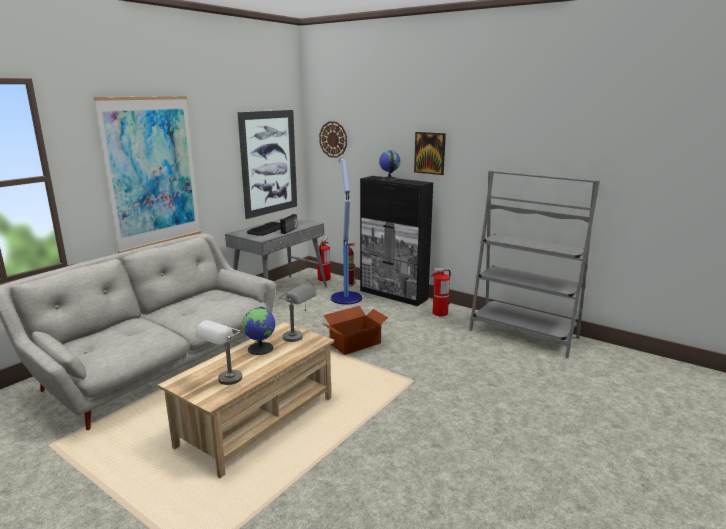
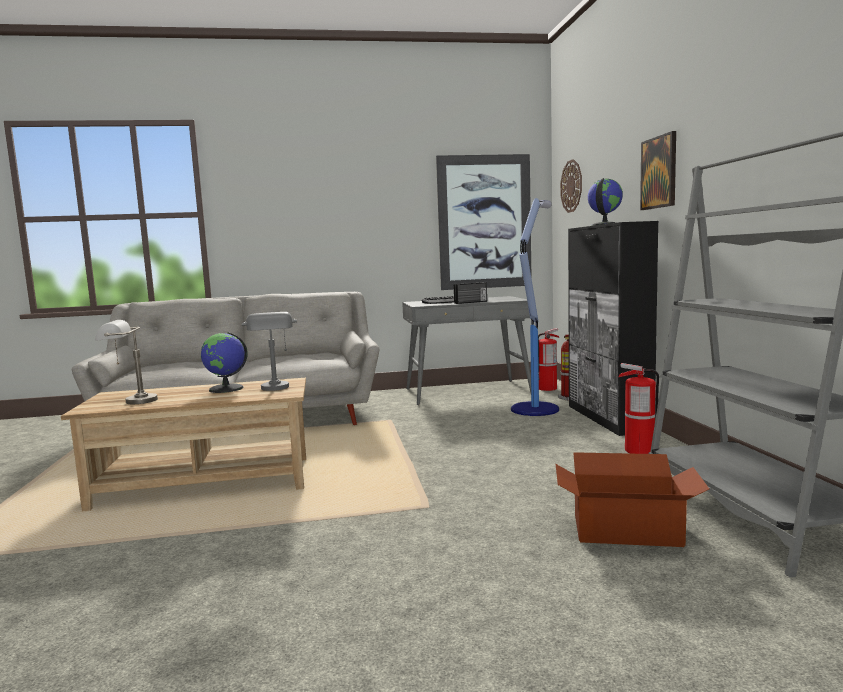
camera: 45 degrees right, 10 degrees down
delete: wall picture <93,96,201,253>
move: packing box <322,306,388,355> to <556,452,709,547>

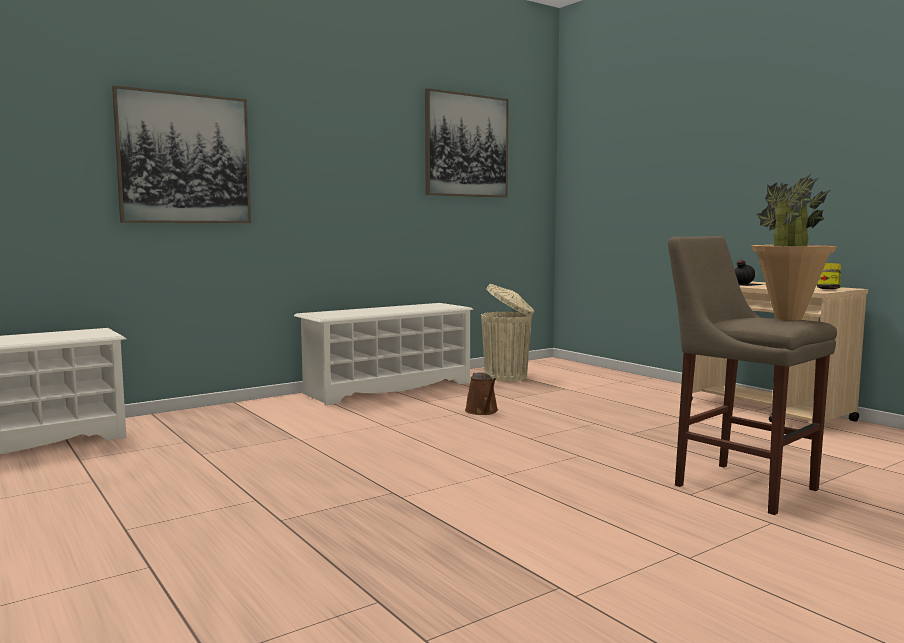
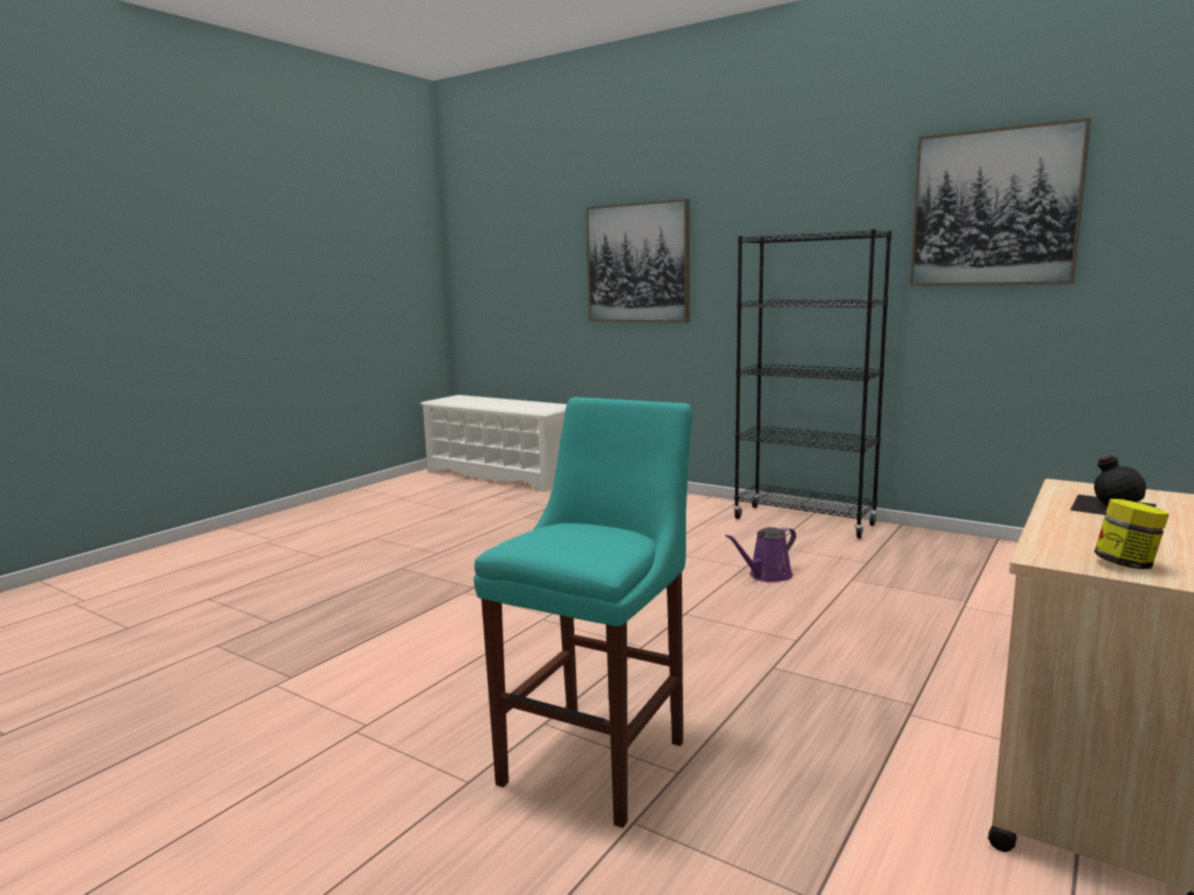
camera: 70 degrees right, 5 degrees up
delete: beige-coloured waste bin <481,284,534,381>; plant in a pot <751,173,837,321>
replace: white shoe rack <294,303,474,405> to blackish shelving unit <733,229,892,539>
recolor: brownish watering pot <465,372,498,415> to purple watering pot <725,527,796,582>; beige-coloured stool <668,236,837,515> to blue-green stool <474,397,692,828>

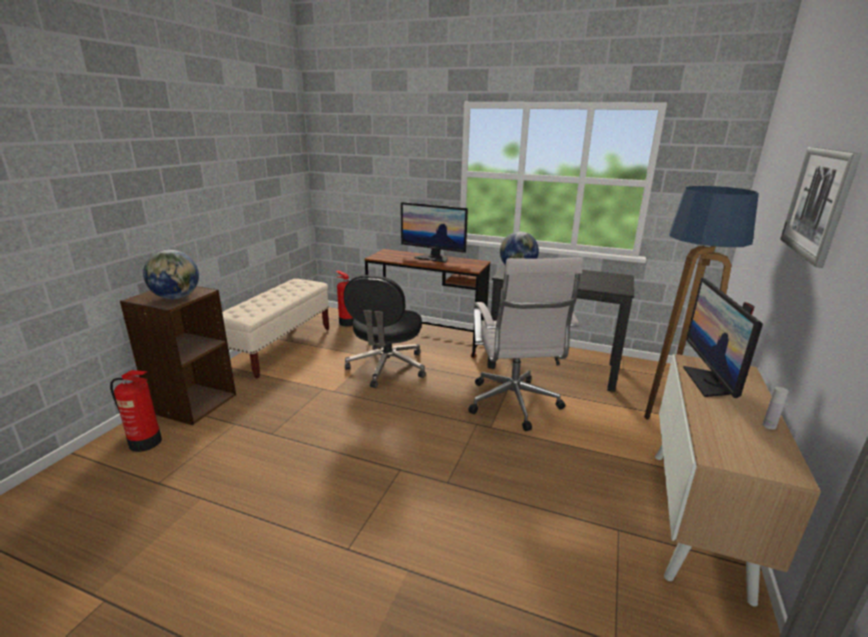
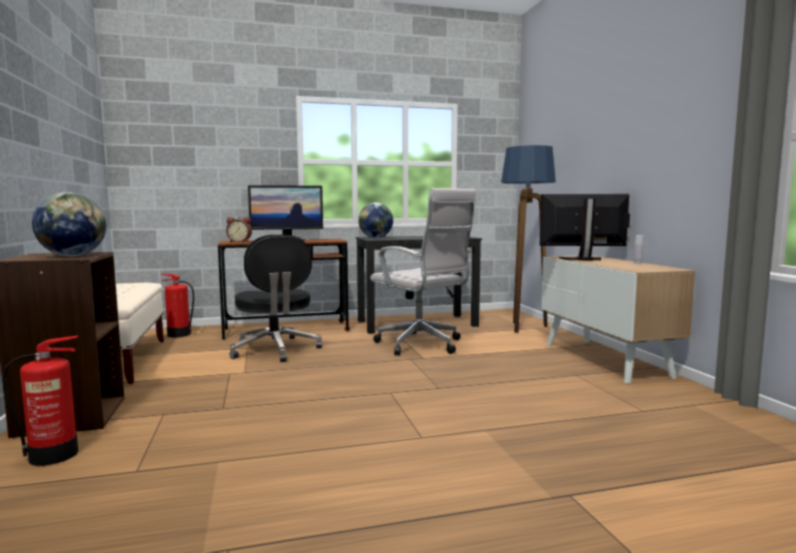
camera: 35 degrees left, 15 degrees down
delete: wall picture <780,147,861,268>
insert: bedside clock <226,217,252,242>
rotate: computer screen <683,278,763,398> = <539,194,630,261> 120 degrees clockwise

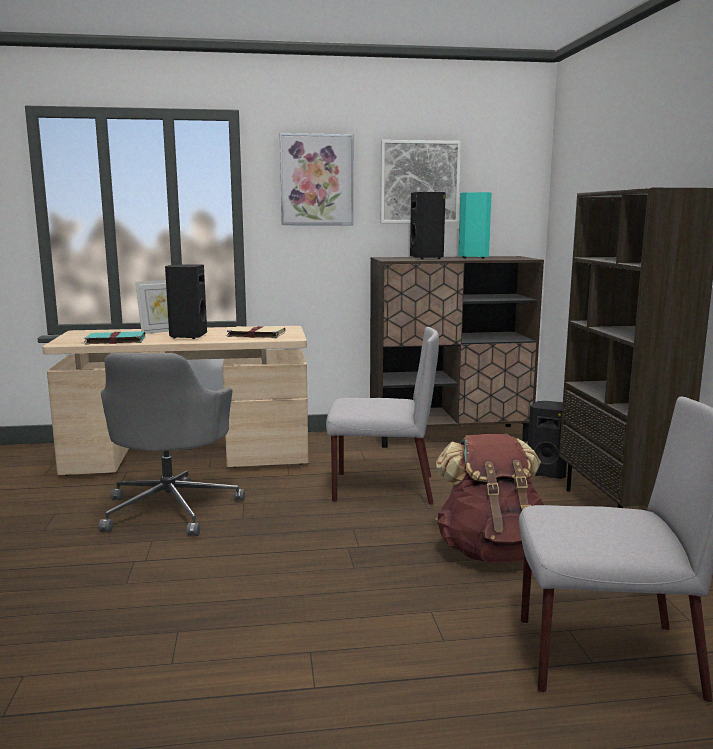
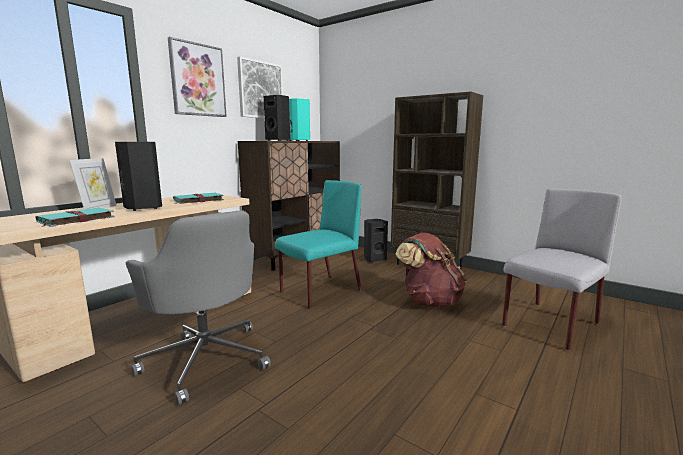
camera: 45 degrees left, 0 degrees up
recolor: beige-coloured volume <226,326,286,338> to blue-green volume <173,193,224,204>; gray upright chair <326,327,439,505> to blue-green upright chair <275,180,361,309>

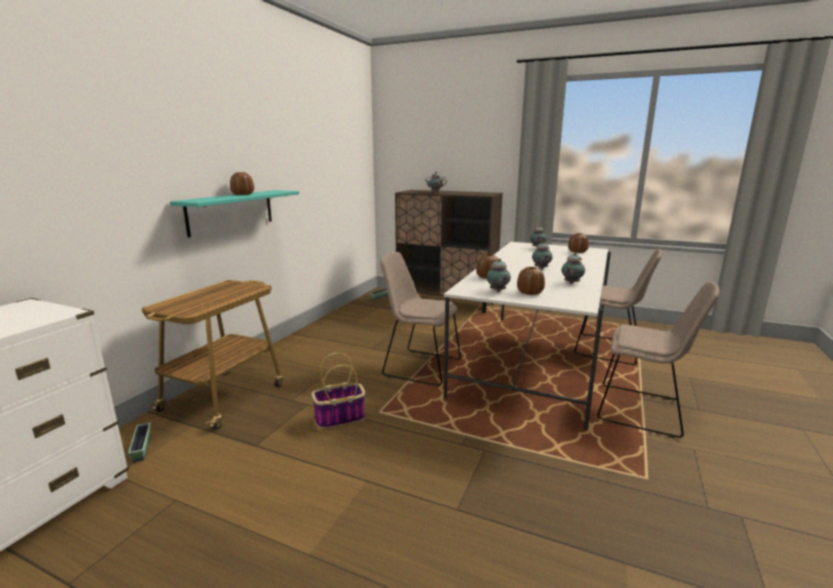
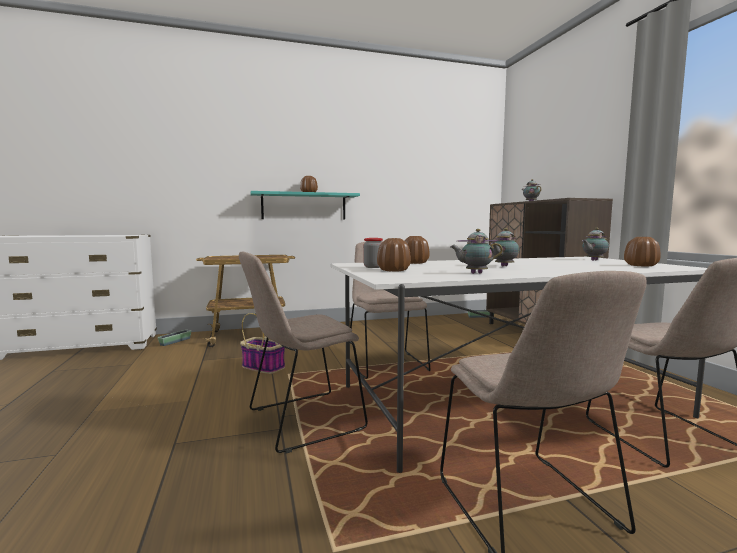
camera: 50 degrees right, 10 degrees down
insert: beige-coloured upright chair <239,252,368,453>
replace: teapot <487,259,511,292> to preserve jar <363,238,383,268>

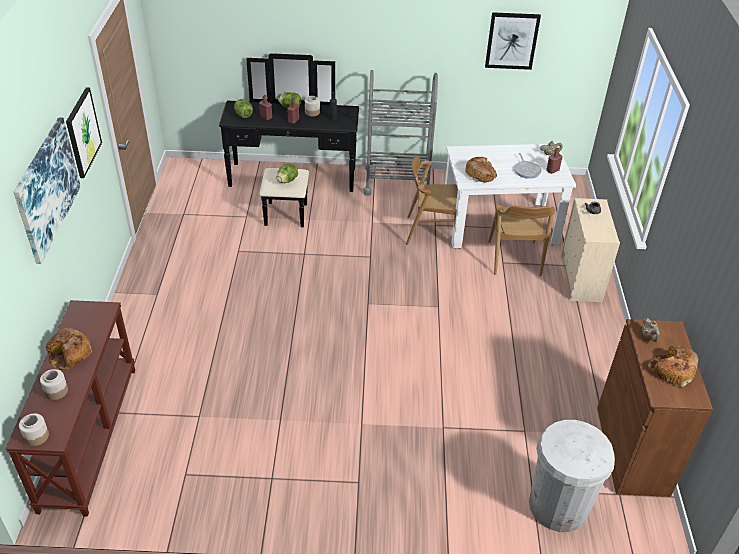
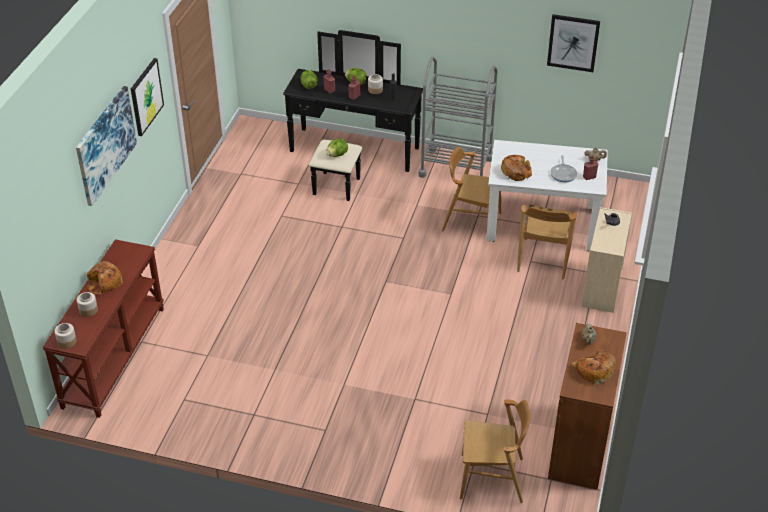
camera: 15 degrees right, 0 degrees up
replace: white waste bin <529,420,615,532> to brownish upright chair <460,400,530,503>

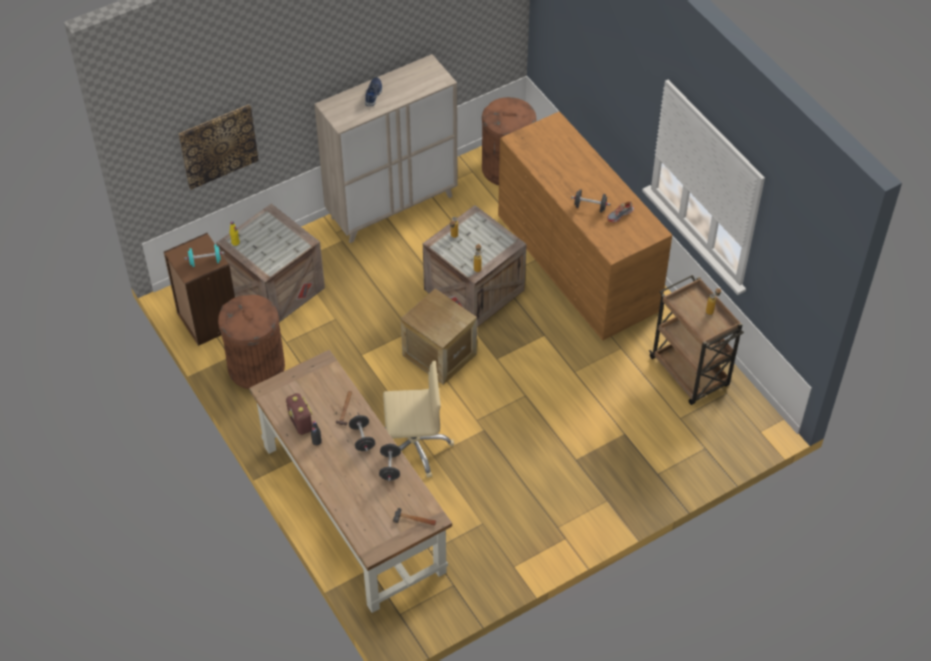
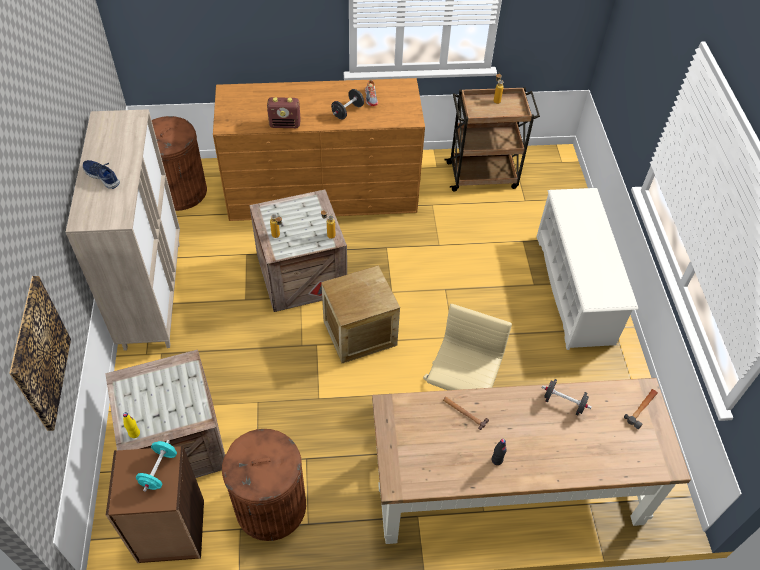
camera: 65 degrees left, 0 degrees up
delete: blackish free weight <349,415,375,451>
insert: white shoe rack <536,188,638,350>
move: radio receiver <286,393,313,435> to <267,97,301,128>

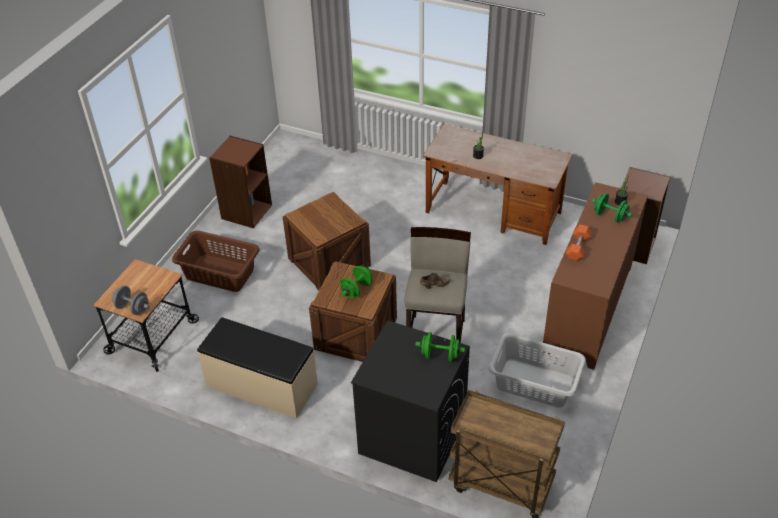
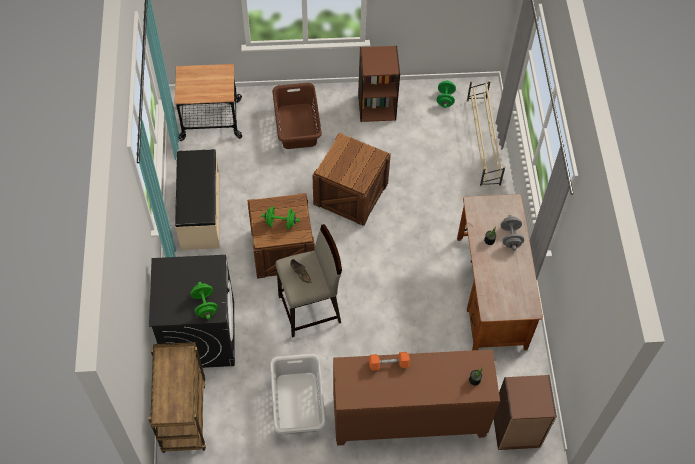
camera: 60 degrees right, 15 degrees up
insert: beige-coloured shoe rack <467,80,505,187>
move: gray free weight <112,286,150,315> to <501,215,524,250>; green-coloured free weight <592,193,632,222> to <437,80,456,108>

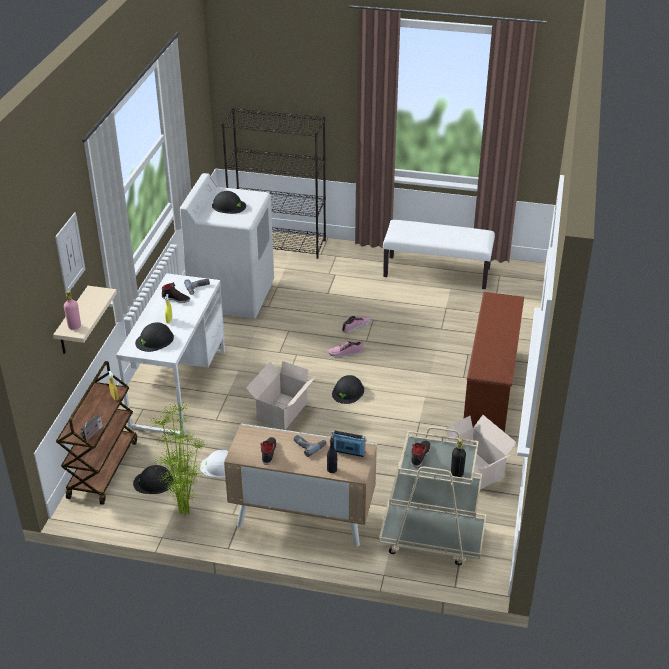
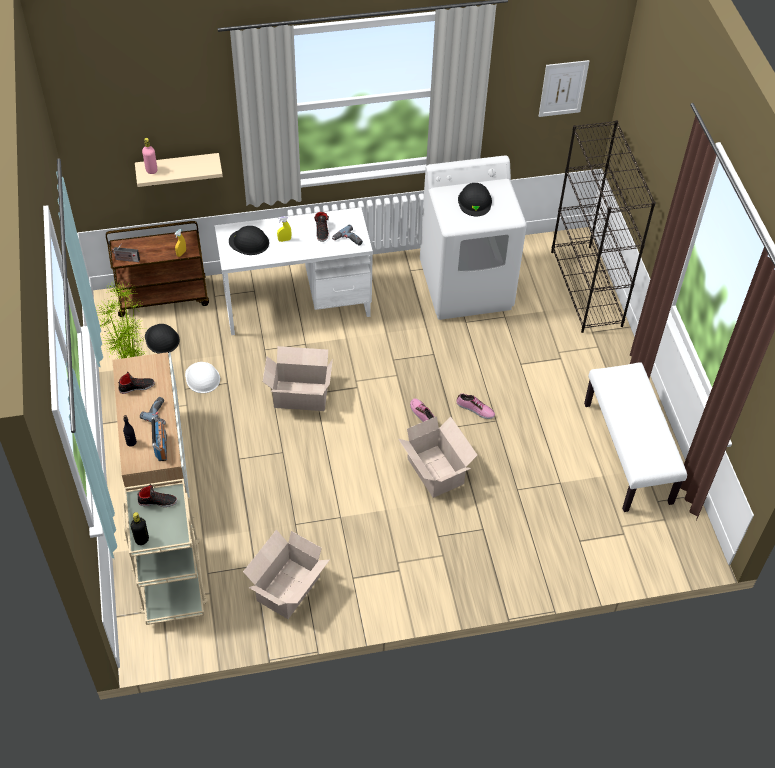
camera: 65 degrees right, 15 degrees up
delete: blackish safety helmet <332,375,364,404>; brownish shoe rack <463,292,524,432>
insert: packing box <399,416,477,498>
move: wall picture <55,212,85,293> to <539,60,589,117>

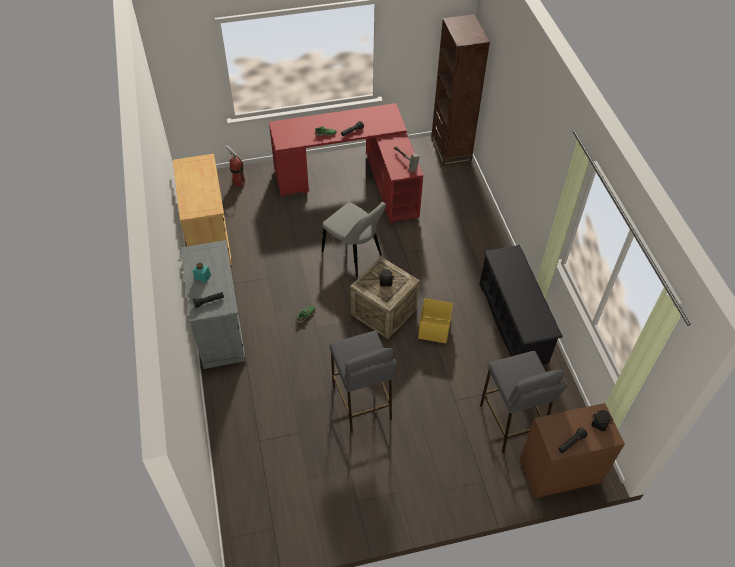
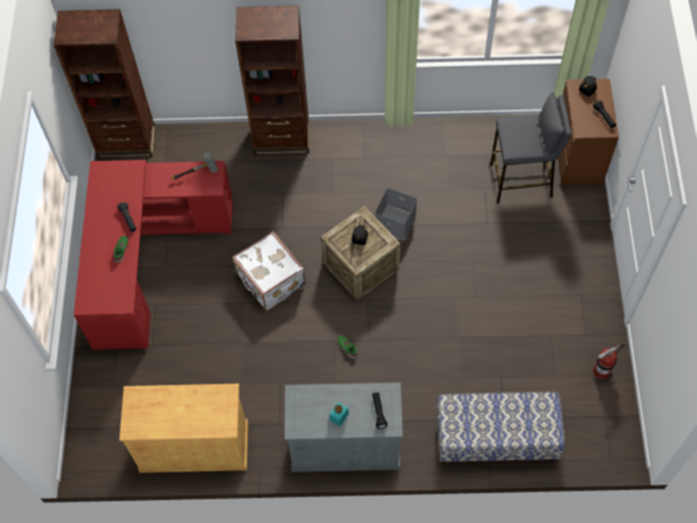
camera: 75 degrees left, 10 degrees up
delete: gray stool <329,331,397,433>; blackish shoe rack <479,245,563,365>
insert: brownish shelving unit <235,5,309,155>; long seat <437,392,565,464>
move: extinguisher <226,145,245,187> to <593,343,624,379>
replace: gray upright chair <322,202,386,277> to white travel case <232,231,306,311>
recolor: yellow storage container <418,298,453,343> to gray storage container <375,188,417,240>

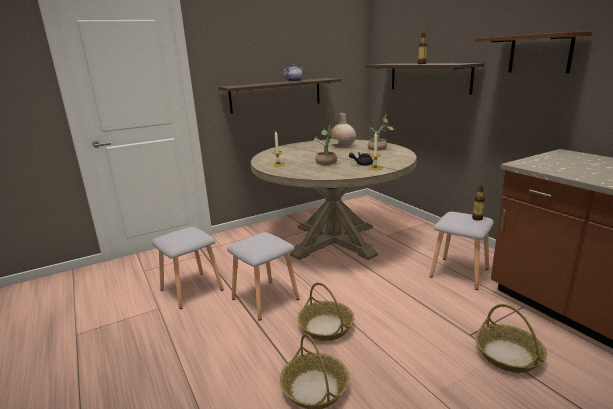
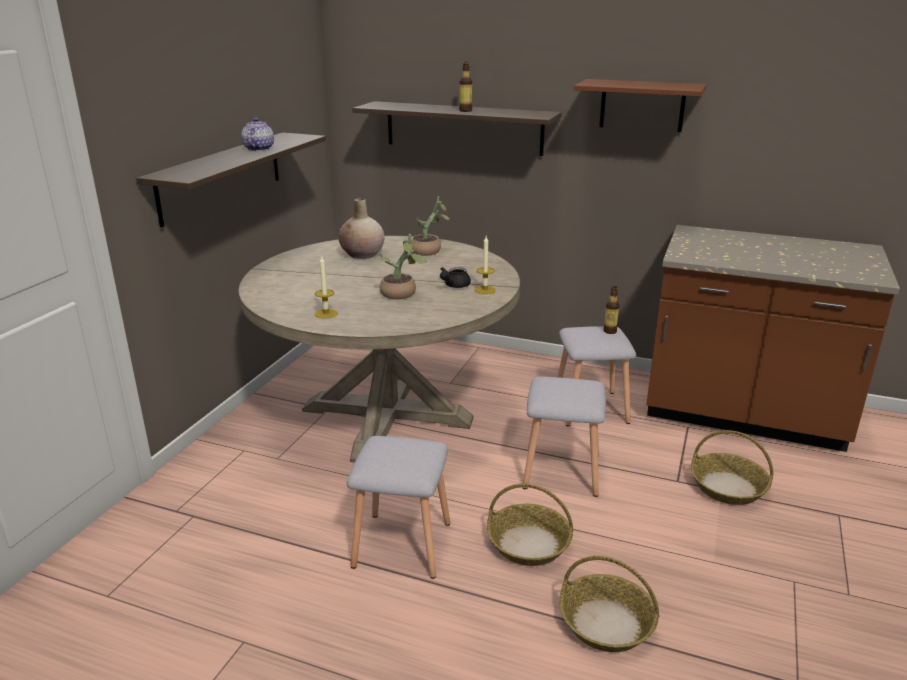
camera: 40 degrees left, 5 degrees up
move: gray stool <152,227,224,309> to <522,376,606,497>

